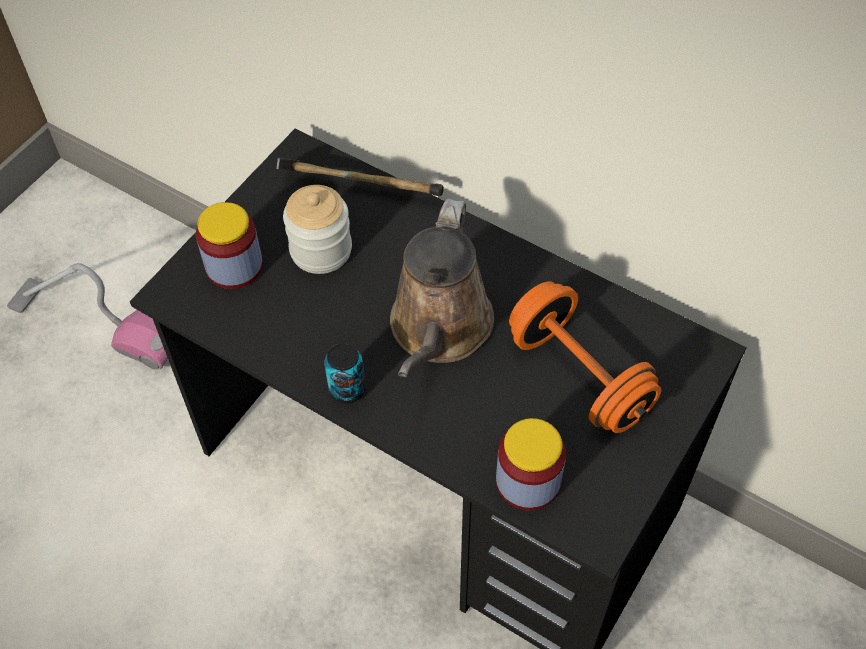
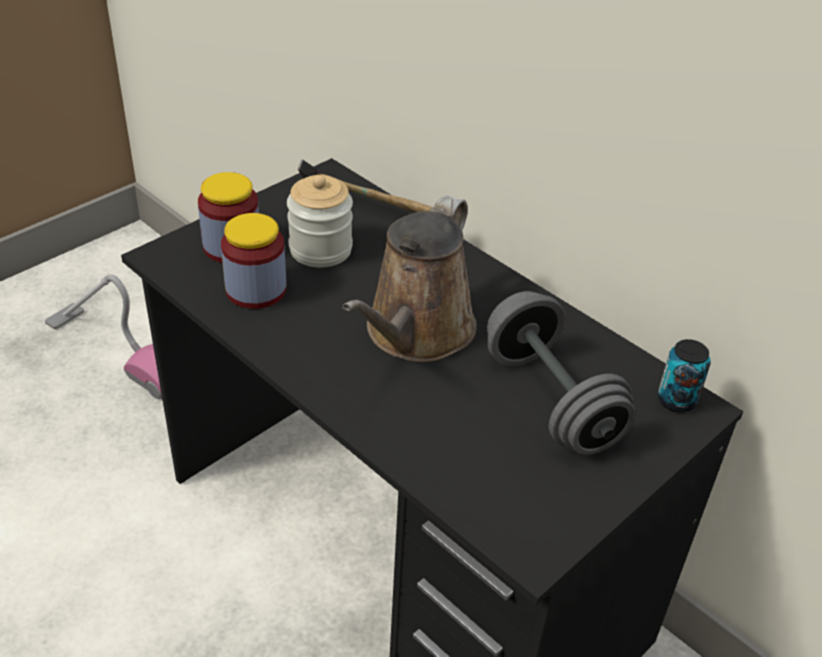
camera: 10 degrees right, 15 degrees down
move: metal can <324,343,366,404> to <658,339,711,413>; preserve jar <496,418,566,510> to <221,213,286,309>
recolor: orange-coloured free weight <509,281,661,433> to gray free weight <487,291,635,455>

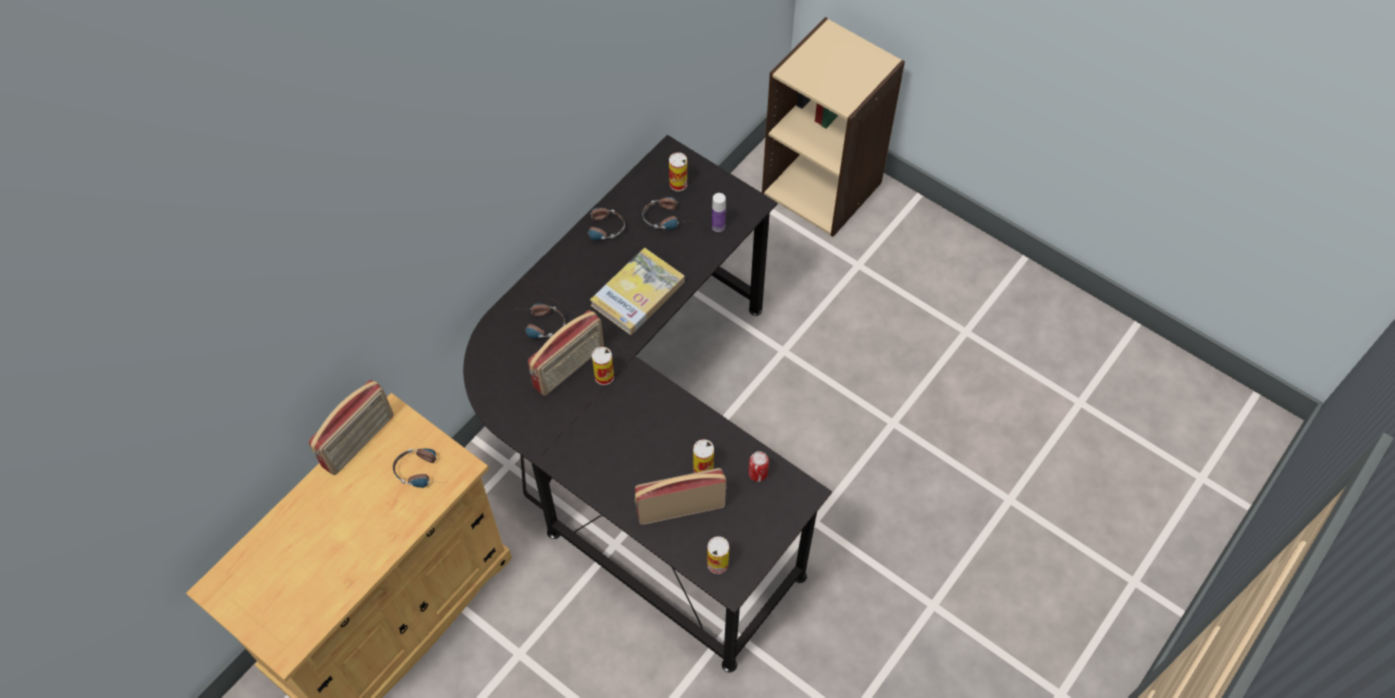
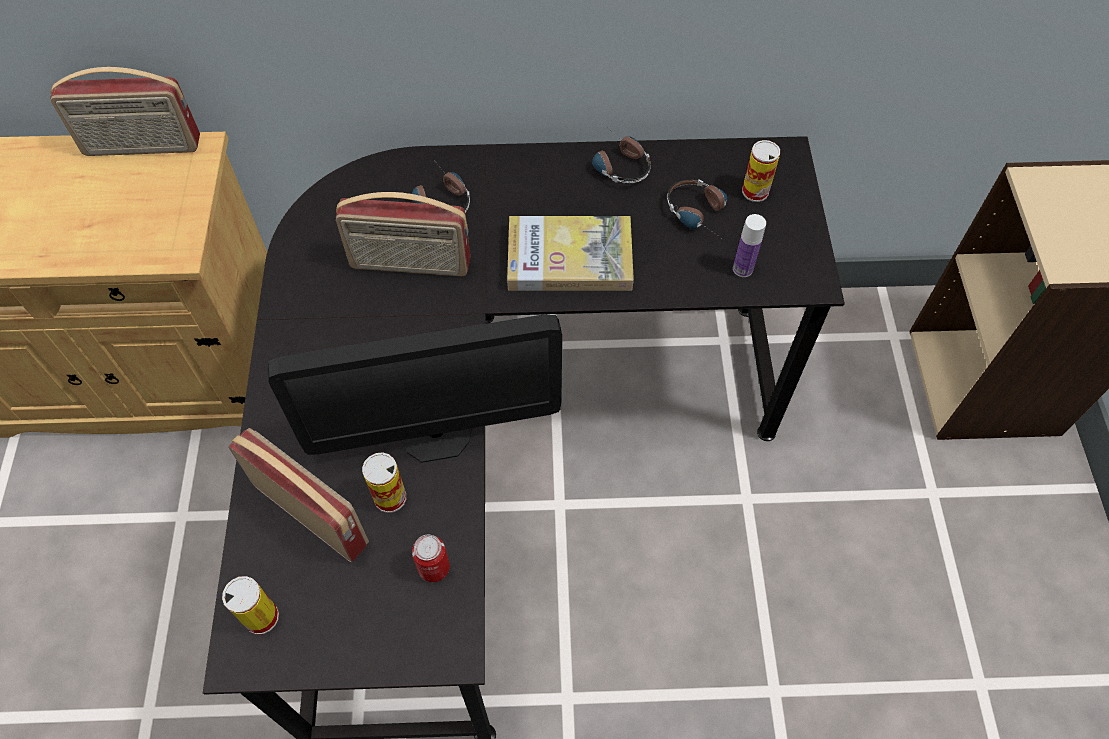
camera: 50 degrees right, 0 degrees up
delete: headset <393,449,445,488>; metal can <592,347,614,385>
insert: computer screen <268,315,562,463>

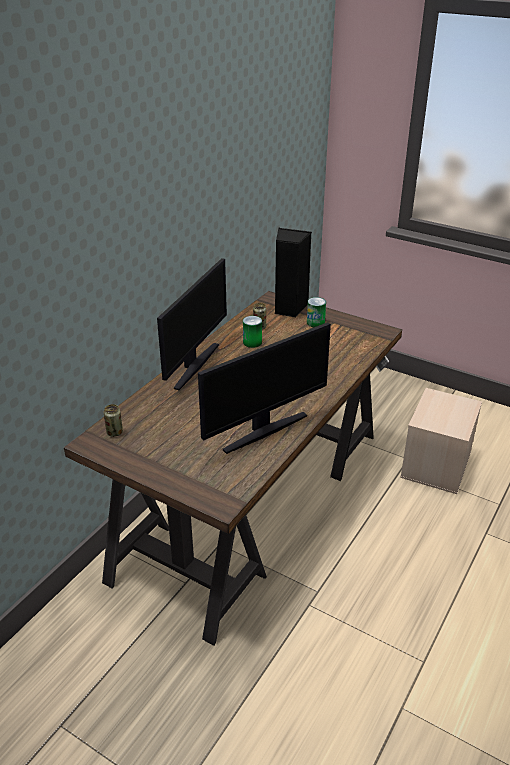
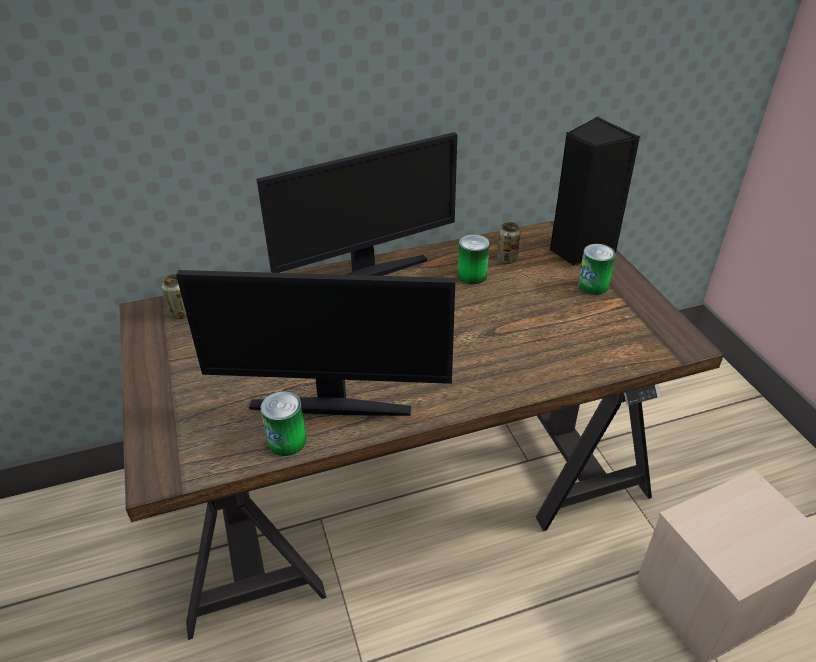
camera: 40 degrees right, 5 degrees up
insert: metal can <261,391,306,456>

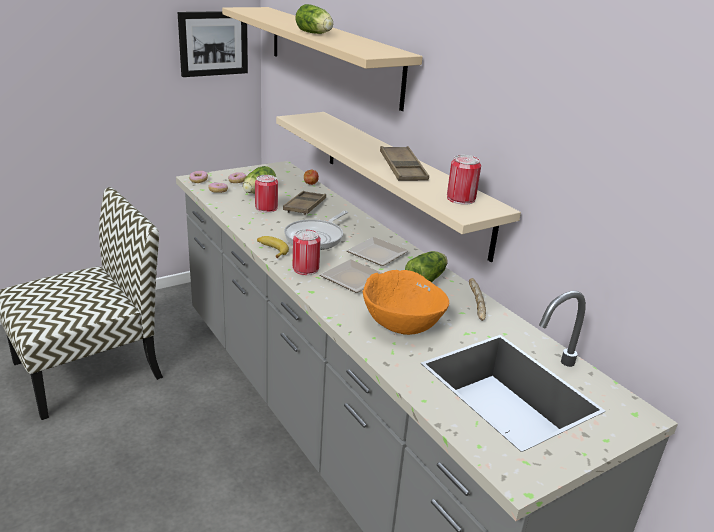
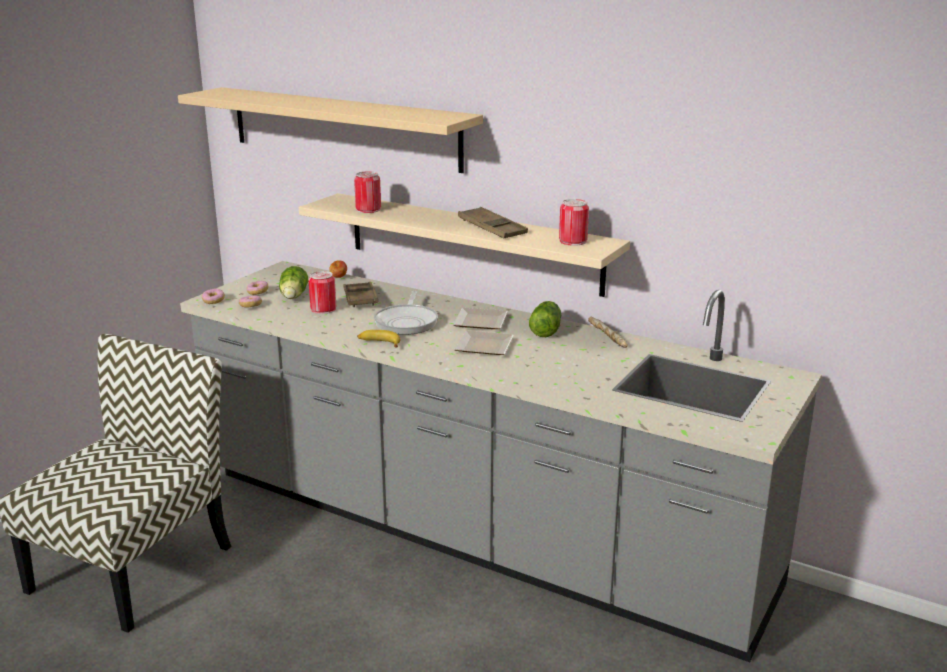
camera: 25 degrees left, 5 degrees down
delete: wall picture <178,11,248,77>; lettuce head <295,4,333,34>; orange-coloured serving bowl <362,270,449,335>
move: metal can <293,229,321,275> to <354,171,381,213>

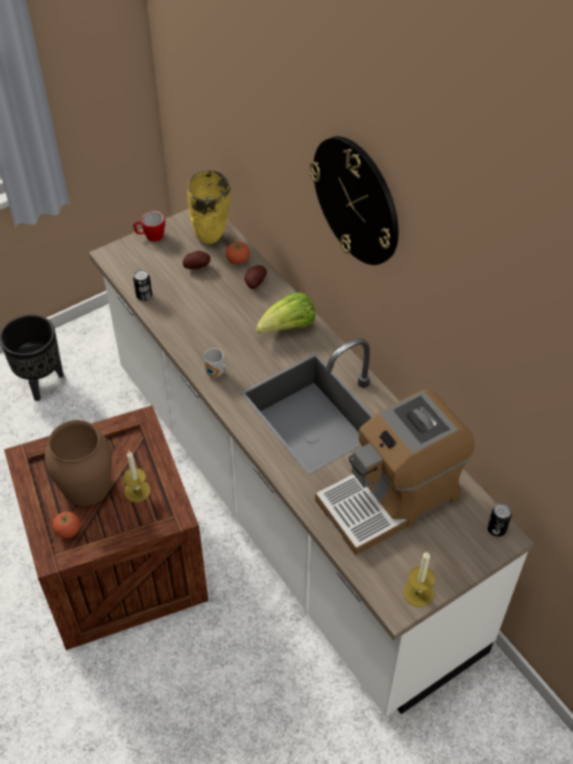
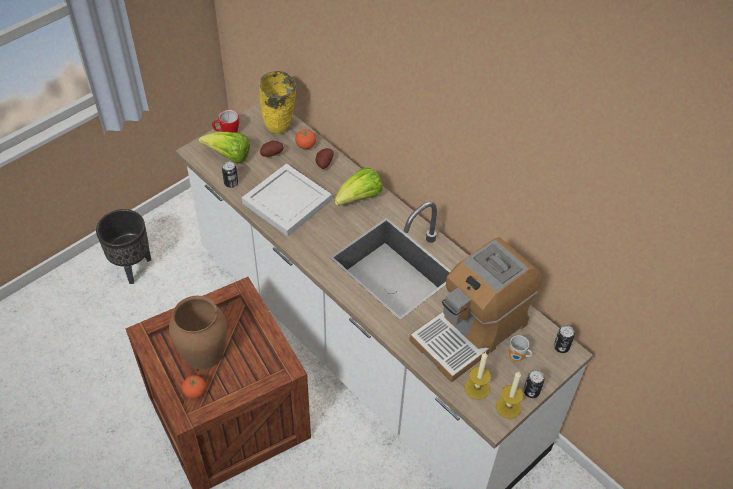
camera: 10 degrees left, 0 degrees up
delete: hanging clock <310,136,399,265>
insert: lettuce head <199,132,250,164>; white serving tray <242,163,332,236>; metal can <523,370,544,398>
move: candle <123,451,151,502> to <465,352,491,400>; tea mug <204,348,227,377> to <508,335,532,362>

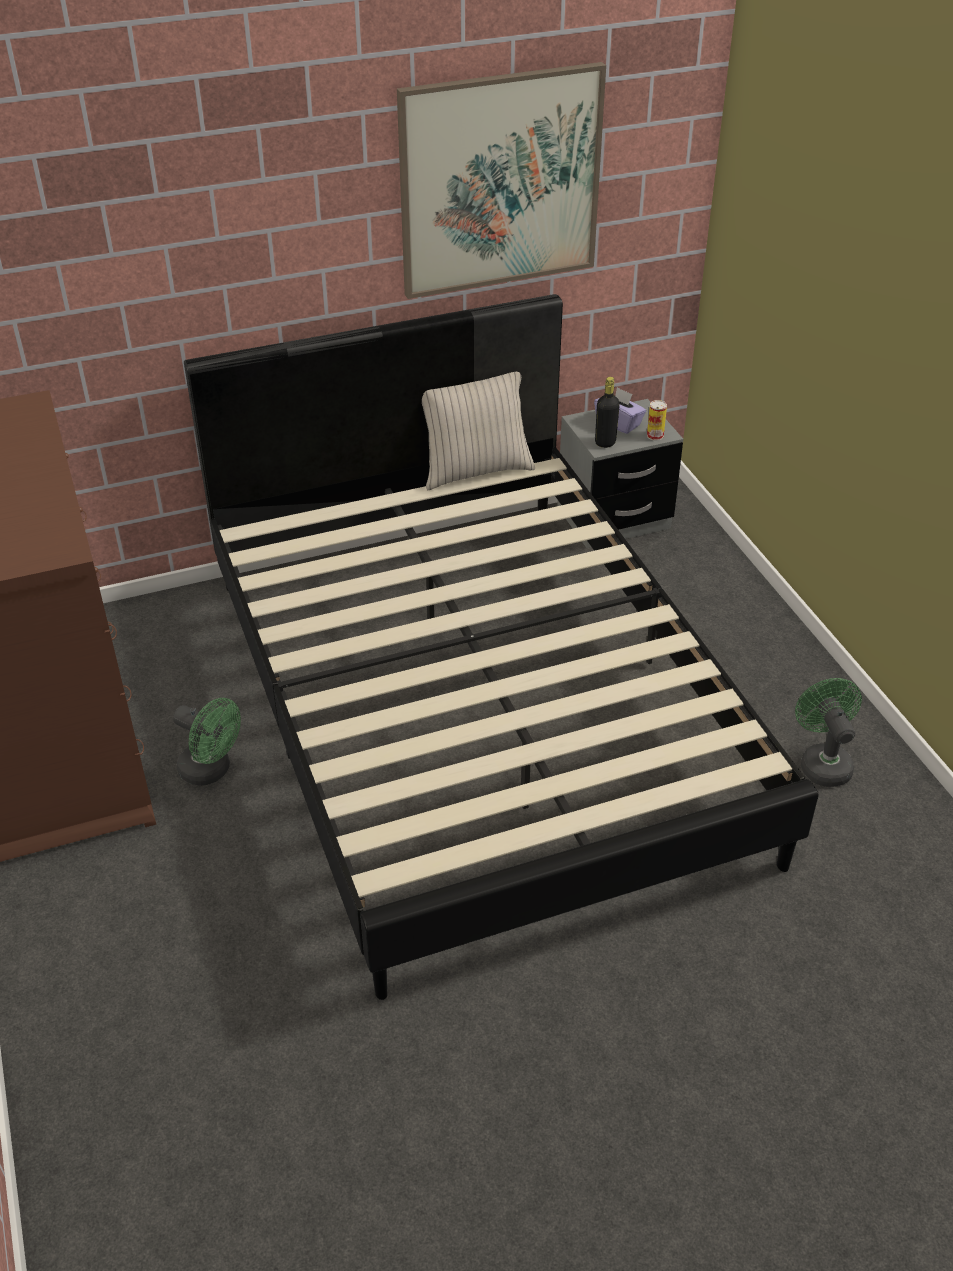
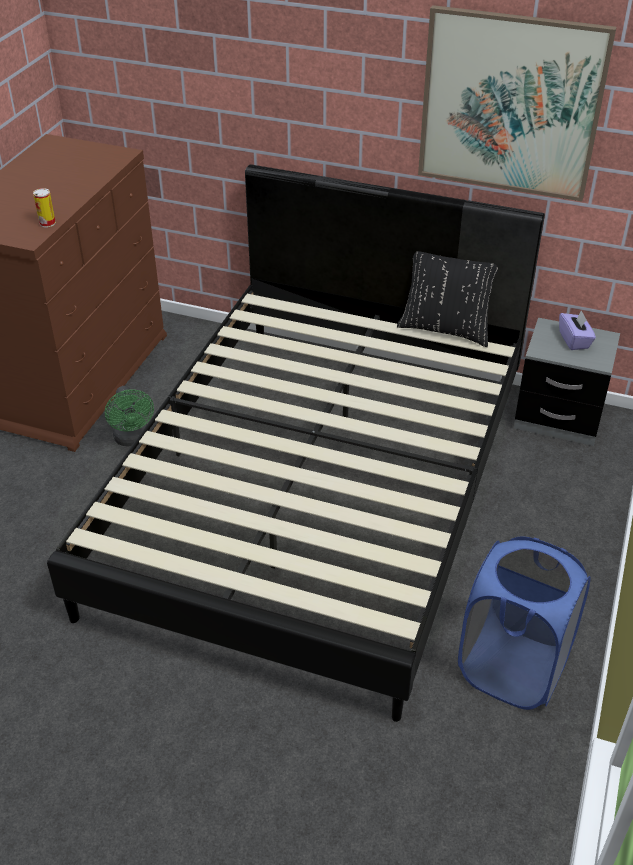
camera: 40 degrees right, 0 degrees up
delete: blackish beverage bottle <595,377,620,448>
move: metal can <647,400,667,441> to <33,188,56,227>
replace: green-coloured electric fan <795,678,862,787> to blue-coloured laundry basket <458,536,591,710>
recolor: beige-coloured pillow <422,372,535,490> to blackish pillow <397,251,498,347>

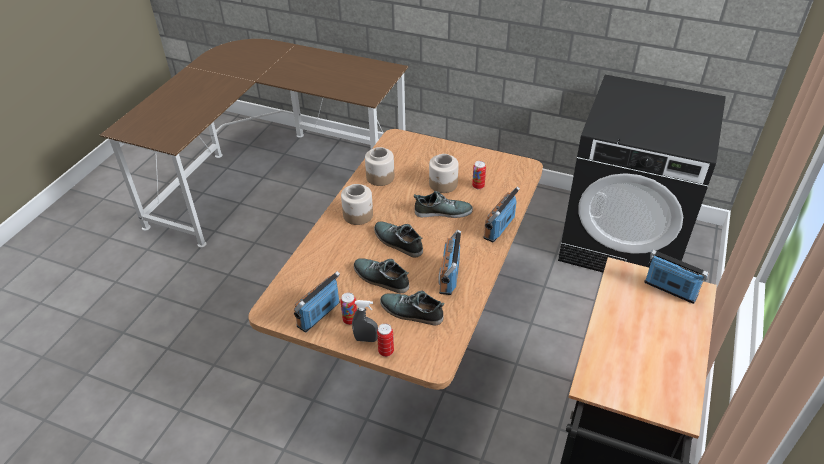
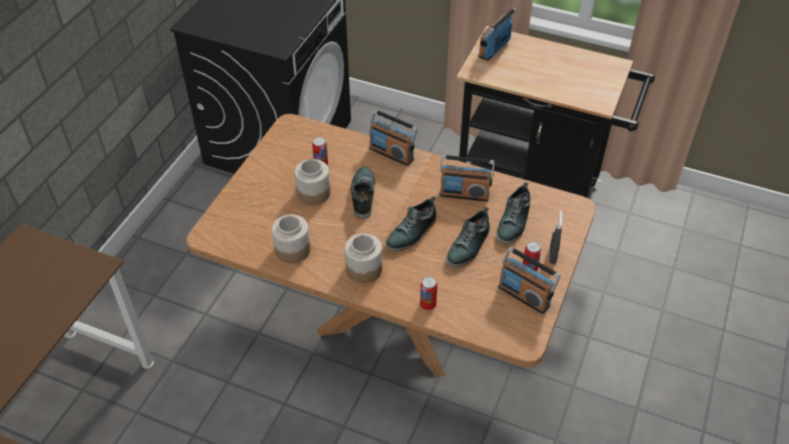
camera: 90 degrees left, 5 degrees up
move: metal can <377,323,394,357> to <420,277,437,310>

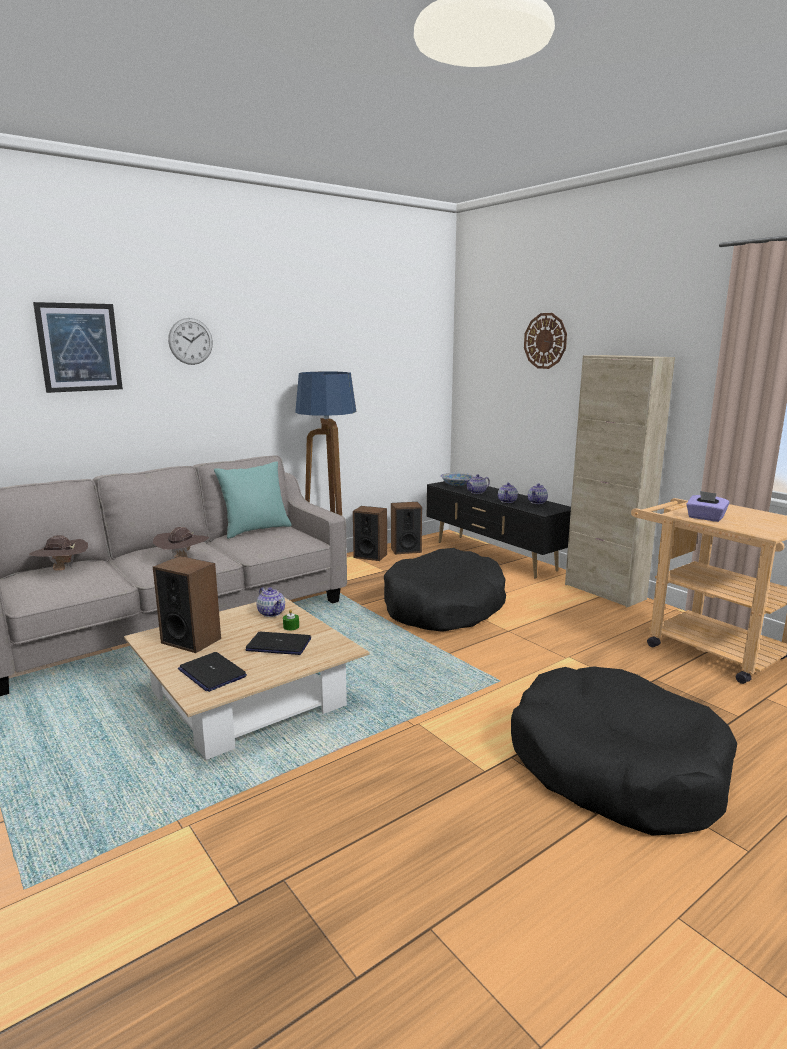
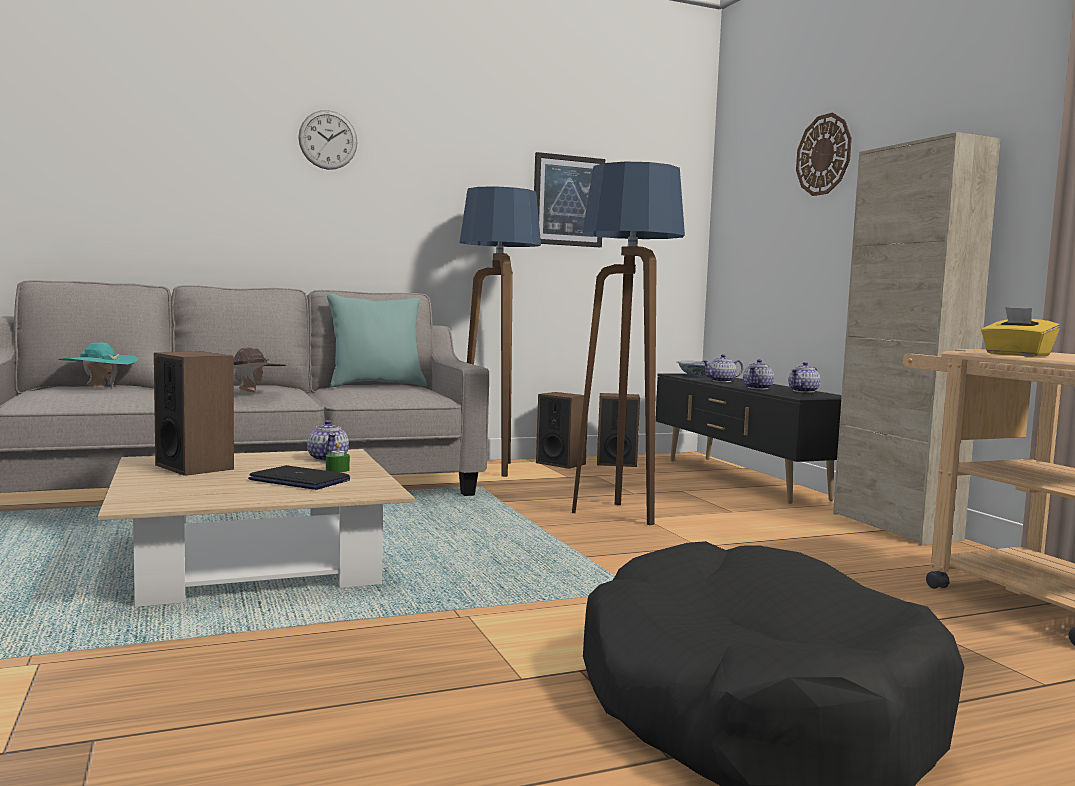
camera: 15 degrees right, 10 degrees down
delete: notebook computer <178,652,247,692>
move: wall picture <33,302,123,393> to <534,152,605,247>
replace: blackish pet bed <384,548,506,632> to standard lamp <572,162,685,525>
recolor: brownish hat <29,535,88,571> to blue-green hat <59,343,139,389>; purple tissue box <686,491,730,522> to yellow tissue box <981,307,1060,356>

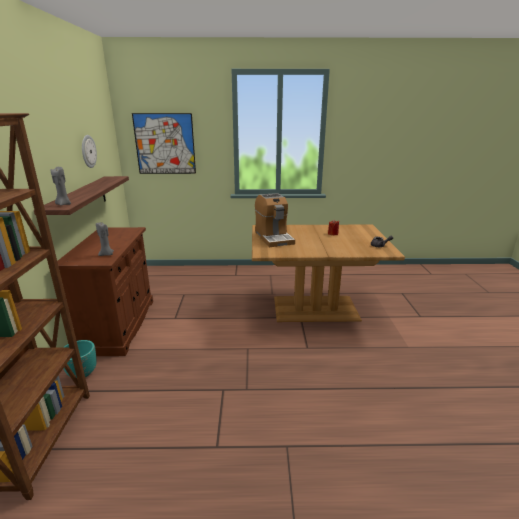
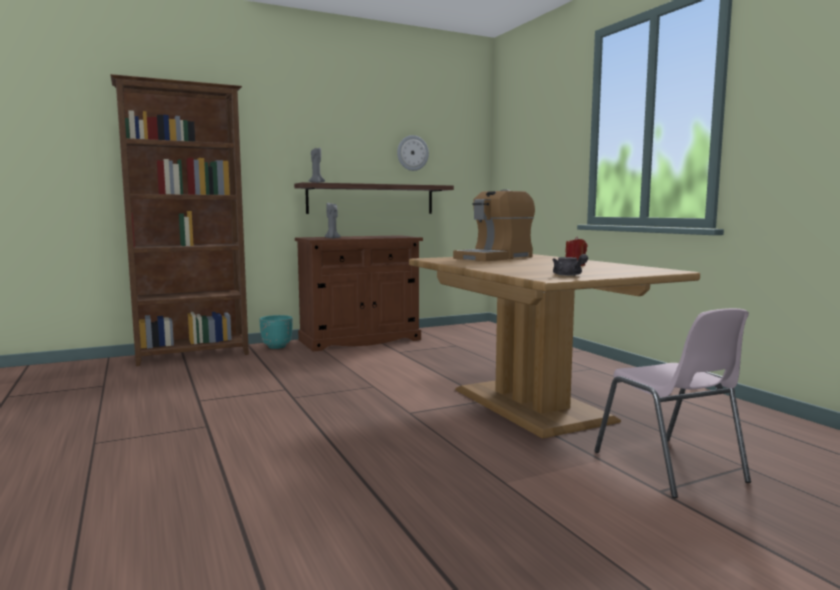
camera: 65 degrees right, 15 degrees down
delete: wall picture <132,113,196,174>
insert: pink-coloured upright chair <594,308,751,498>

